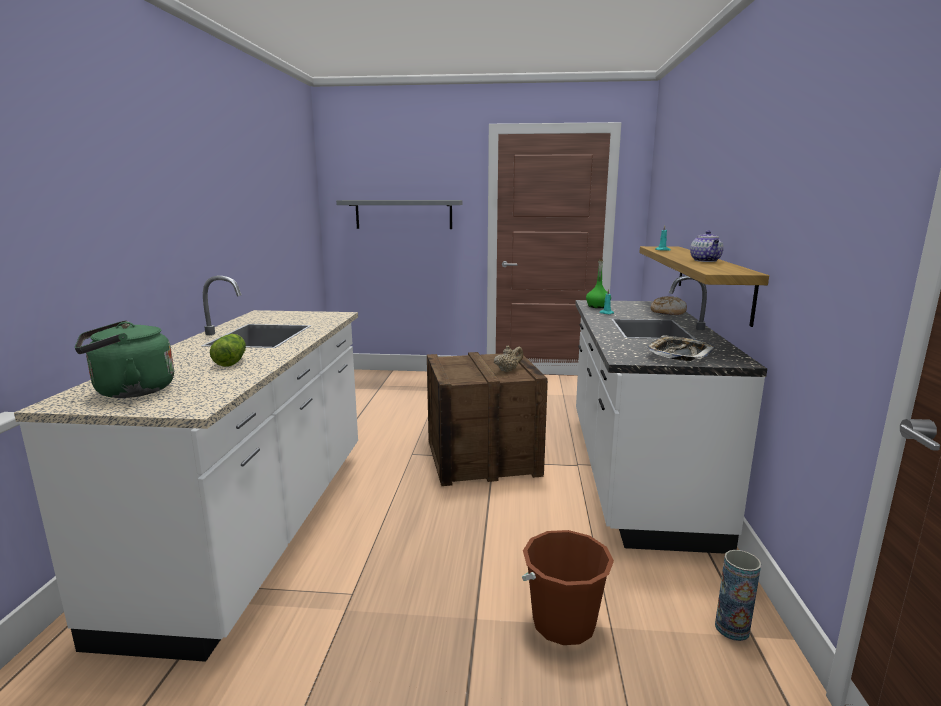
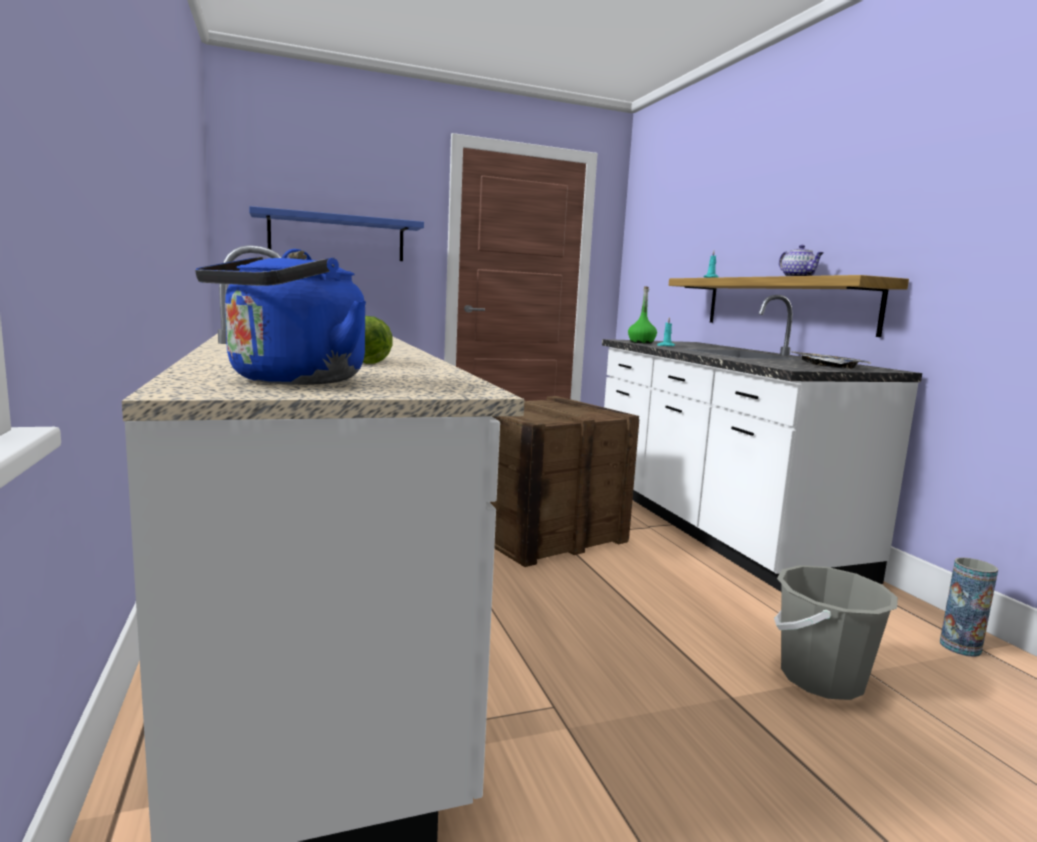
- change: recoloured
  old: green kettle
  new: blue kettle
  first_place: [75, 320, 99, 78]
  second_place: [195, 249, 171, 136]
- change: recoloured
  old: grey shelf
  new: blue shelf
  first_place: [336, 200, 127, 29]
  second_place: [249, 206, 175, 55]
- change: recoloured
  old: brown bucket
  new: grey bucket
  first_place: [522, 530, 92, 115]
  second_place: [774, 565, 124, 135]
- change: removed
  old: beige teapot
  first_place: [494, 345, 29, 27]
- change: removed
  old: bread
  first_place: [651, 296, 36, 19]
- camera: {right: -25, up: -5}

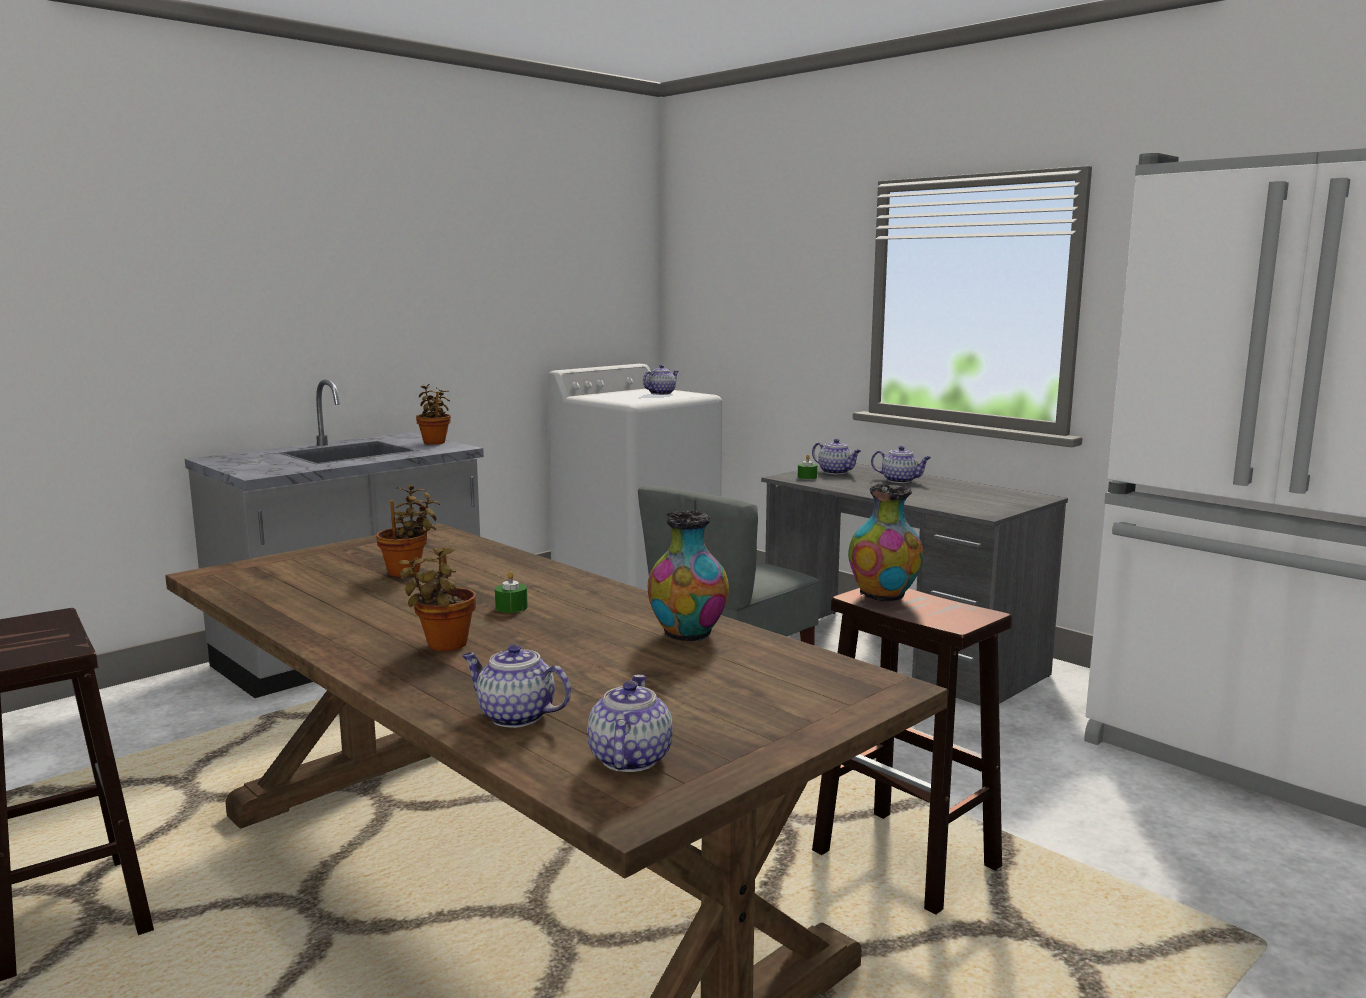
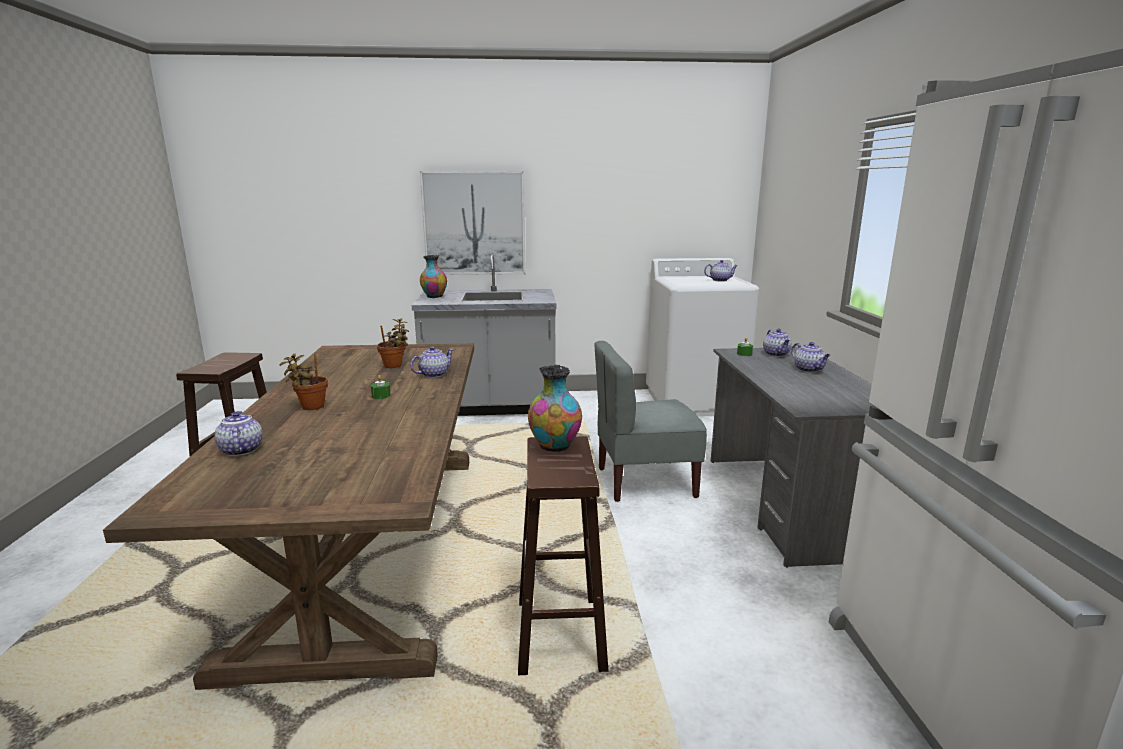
- change: moved
  old: teapot
  first_place: [587, 674, 85, 98]
  second_place: [410, 346, 44, 32]
- change: added
  new: picture
  second_place: [420, 171, 106, 104]
- change: moved
  old: vase
  first_place: [648, 510, 81, 131]
  second_place: [420, 255, 27, 43]
- change: removed
  old: potted plant
  first_place: [416, 384, 35, 61]
- camera: {right: 40, up: 5}

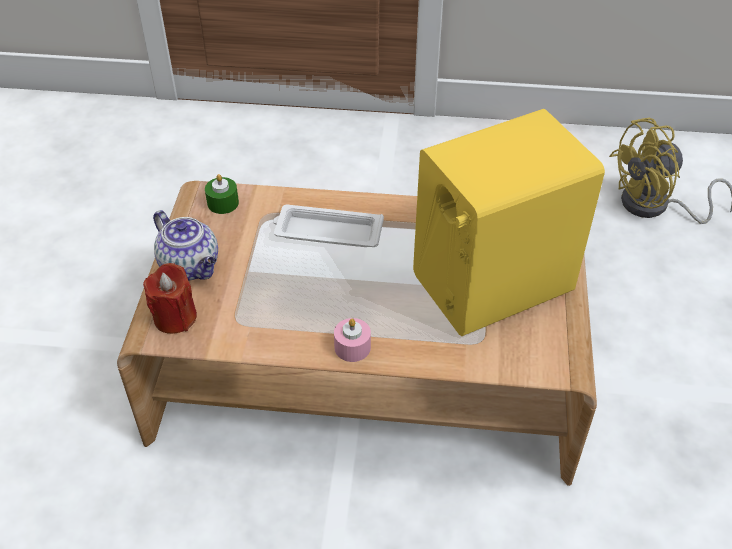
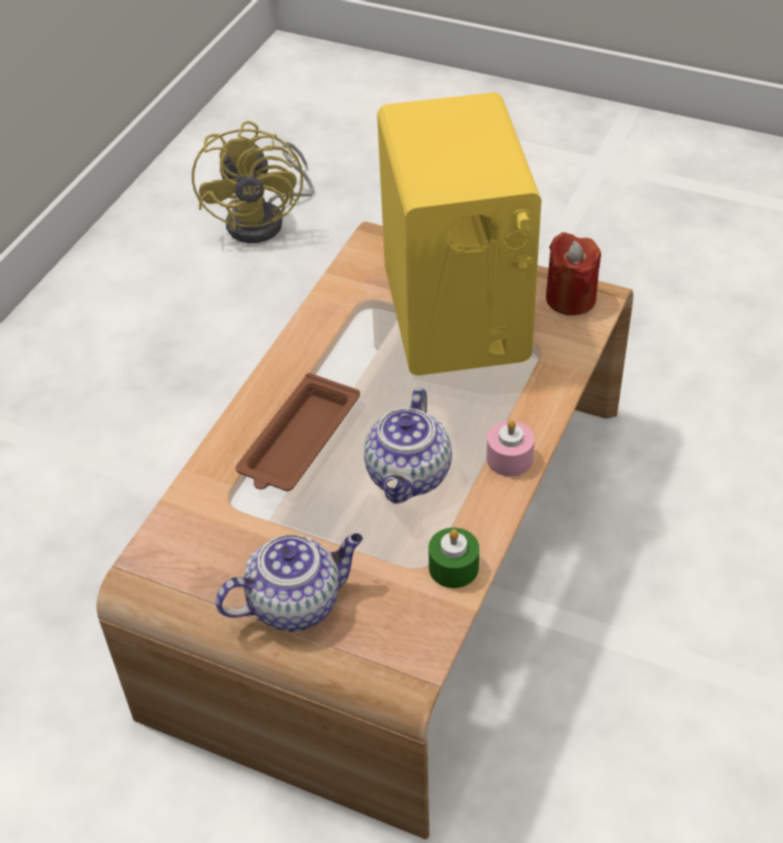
- change: recoloured
  old: white tray
  new: brown tray
  first_place: [273, 205, 111, 42]
  second_place: [236, 373, 124, 118]
- change: added
  new: teapot
  second_place: [364, 388, 88, 116]
- change: moved
  old: green candle
  first_place: [205, 174, 34, 40]
  second_place: [428, 528, 51, 60]
- change: moved
  old: red candle
  first_place: [143, 263, 54, 71]
  second_place: [546, 232, 55, 83]
- camera: {right: -70, up: 0}

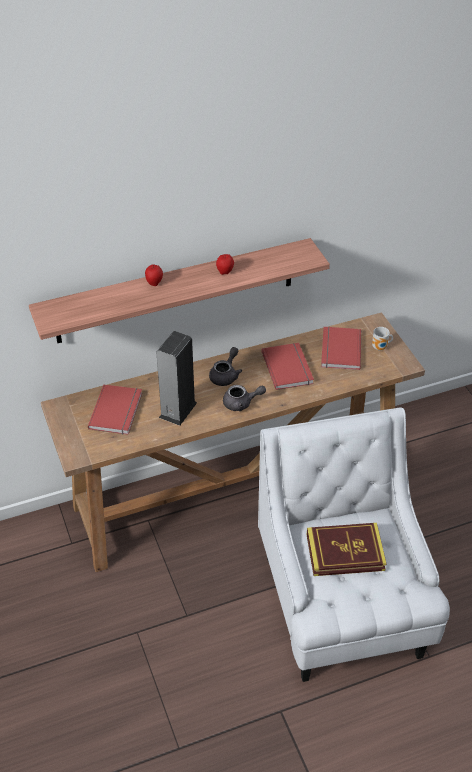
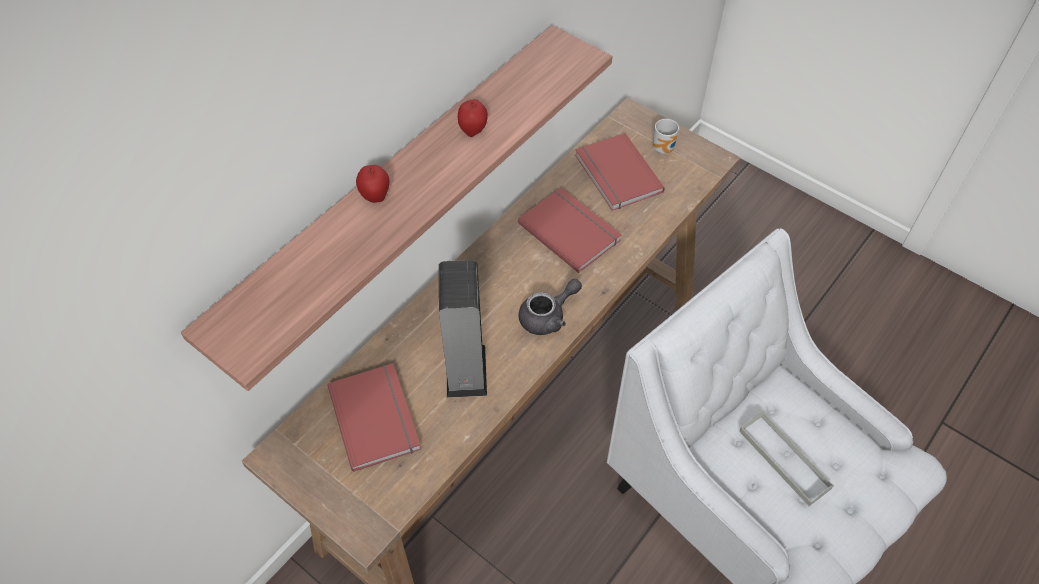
- change: replaced
  old: book
  new: grey tray
  first_place: [307, 523, 80, 53]
  second_place: [739, 412, 95, 94]
- change: removed
  old: grey teapot
  first_place: [209, 347, 33, 39]
- camera: {right: -30, up: 10}

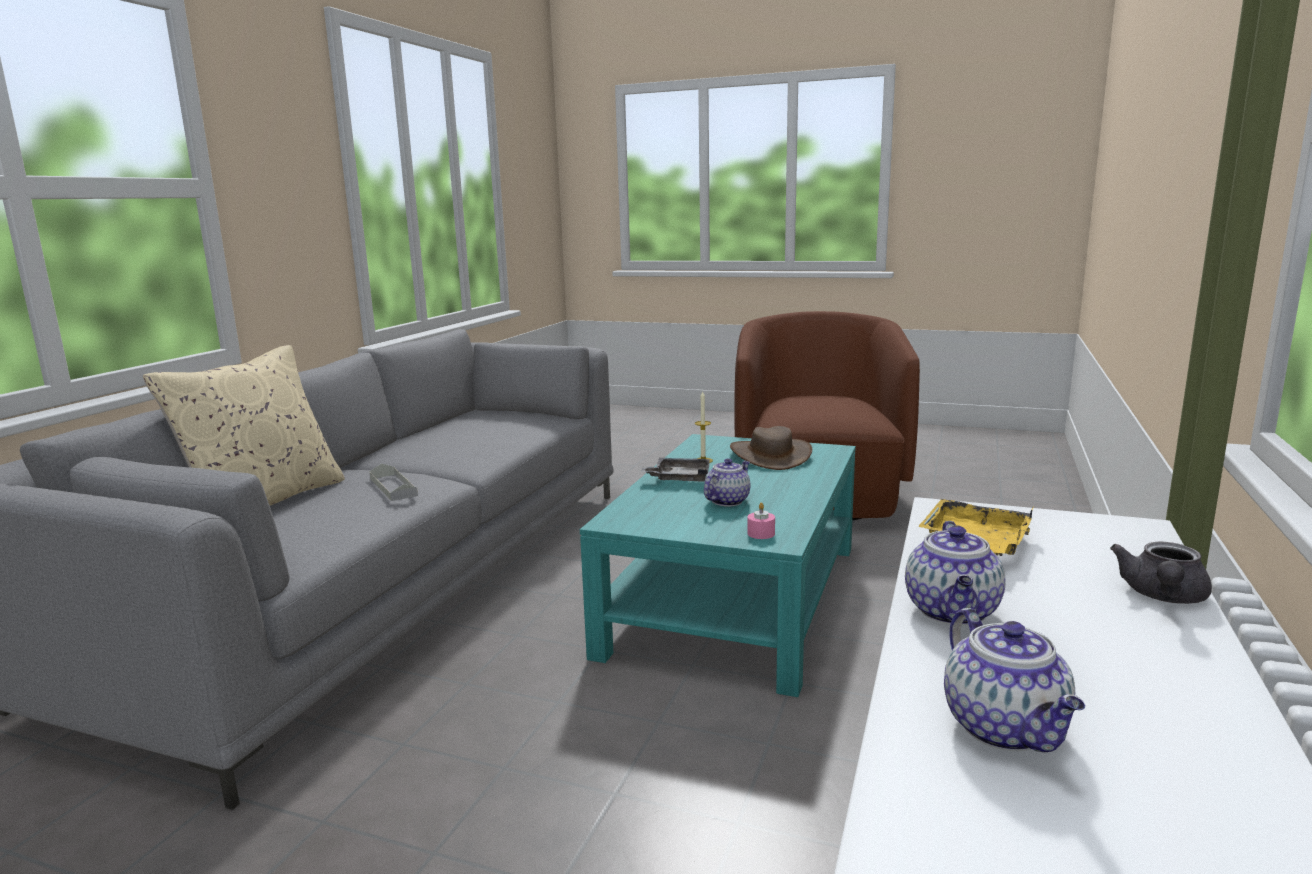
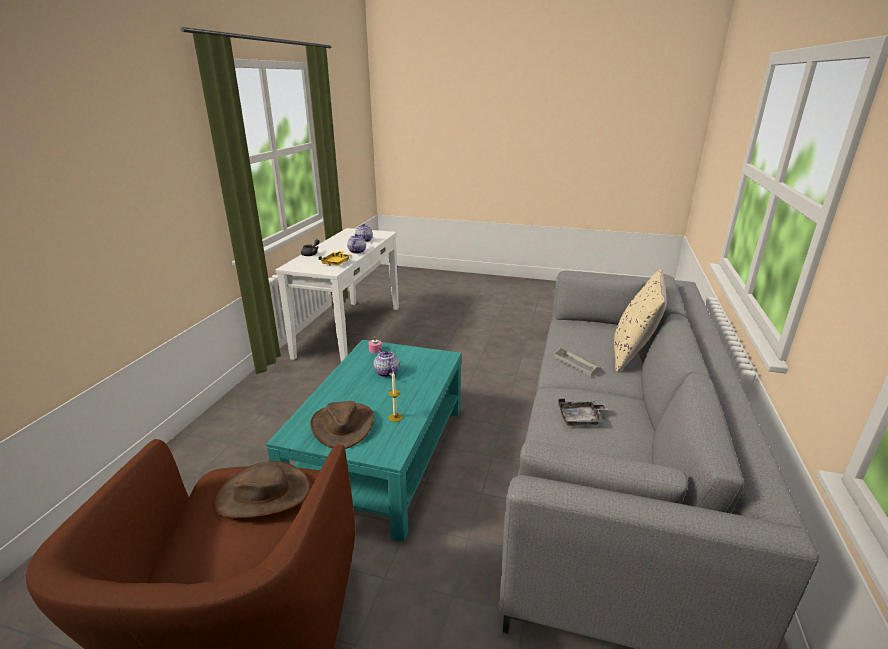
- change: added
  new: brown hat
  second_place: [213, 461, 97, 57]
- change: turned
  old: teapot
  first_place: [704, 459, 46, 48]
  second_place: [373, 348, 26, 29]
  degrees: 120
- change: moved
  old: grey tray
  first_place: [641, 457, 69, 25]
  second_place: [558, 398, 50, 27]
- camera: {right: 175, up: 10}

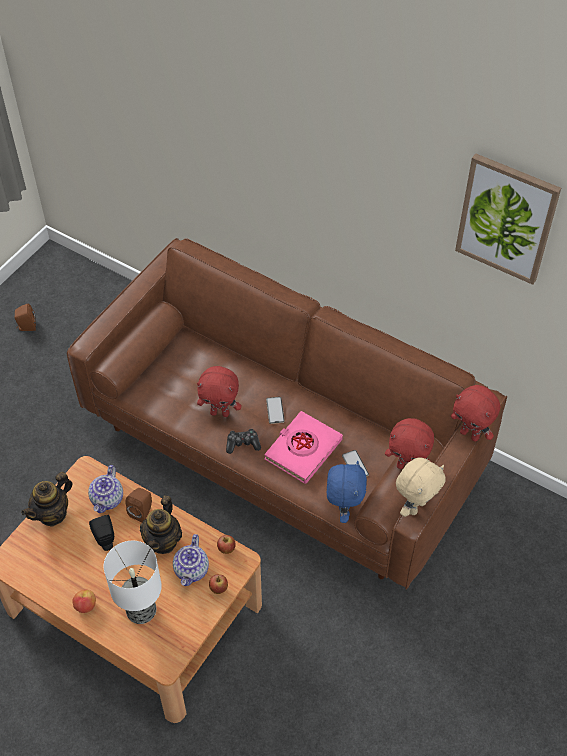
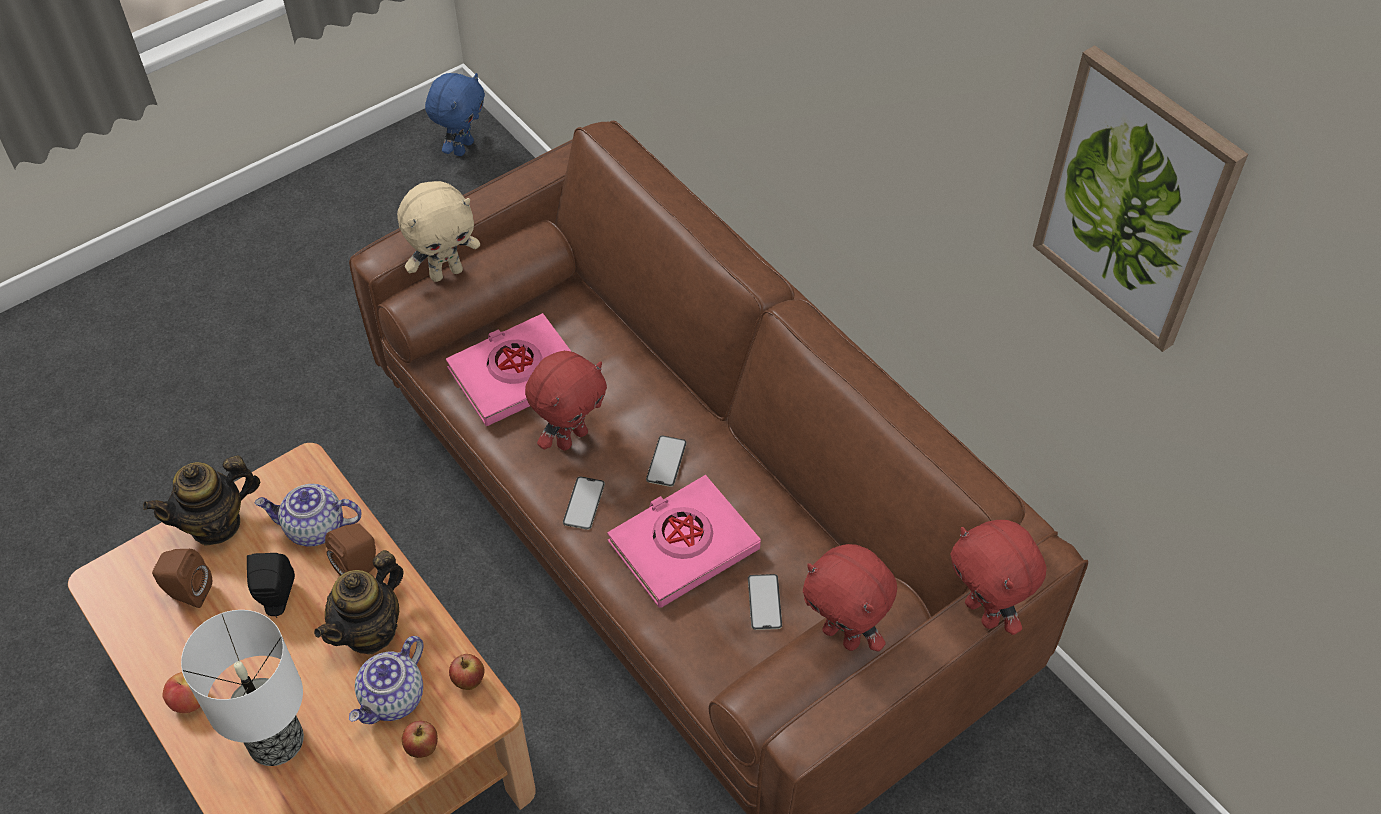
- change: moved
  old: brown speaker
  first_place: [15, 304, 21, 27]
  second_place: [152, 549, 60, 59]
- change: turned
  old: teapot
  first_place: [88, 465, 35, 48]
  second_place: [255, 484, 106, 63]
  degrees: 60
- change: moved
  old: beige plush toy
  first_place: [396, 457, 50, 60]
  second_place: [397, 181, 83, 101]
- change: moved
  old: blue plush toy
  first_place: [327, 461, 40, 62]
  second_place: [425, 73, 60, 83]
- change: added
  new: pink book
  second_place: [446, 313, 126, 113]
- change: turned
  old: red plush toy
  first_place: [197, 366, 45, 51]
  second_place: [525, 351, 82, 99]
  degrees: -75
- change: replaced
  old: game controller
  new: phone
  first_place: [226, 429, 35, 25]
  second_place: [563, 476, 42, 54]
- camera: {right: 20, up: 0}

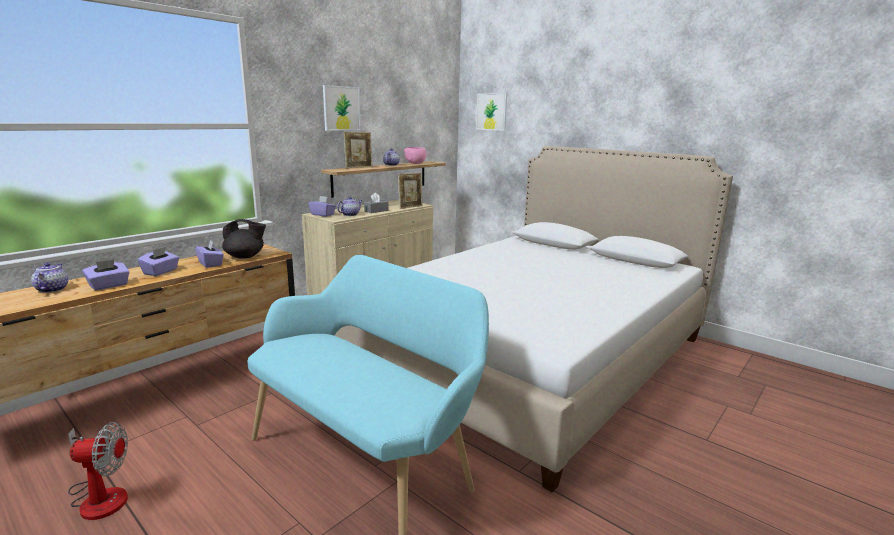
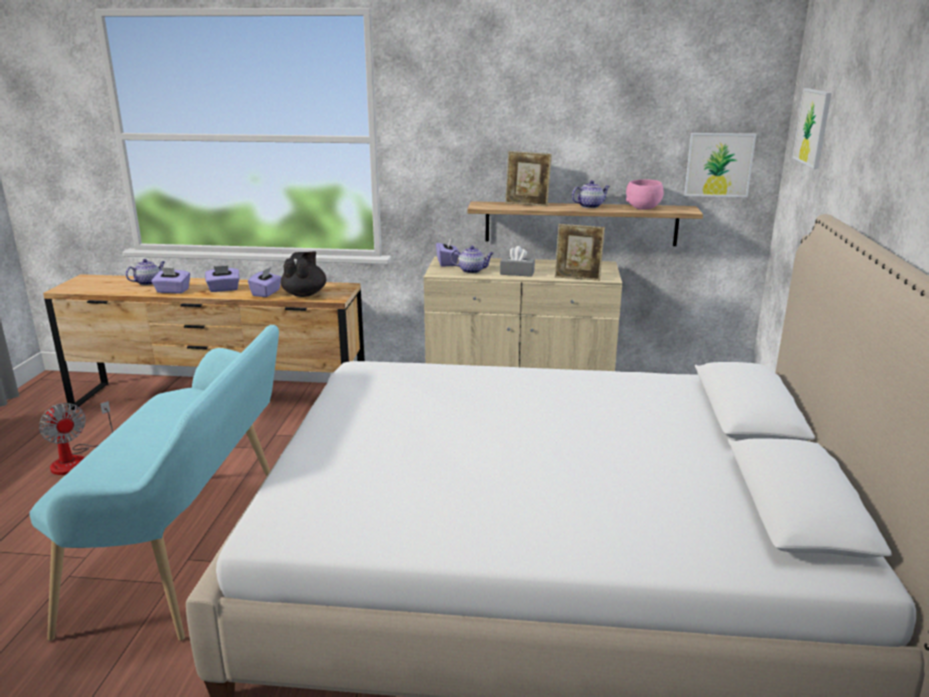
- change: turned
  old: black teapot
  first_place: [222, 219, 44, 39]
  second_place: [281, 251, 45, 46]
  degrees: -135
- change: moved
  old: picture
  first_place: [323, 85, 38, 46]
  second_place: [684, 133, 72, 64]
- camera: {right: 55, up: 5}

